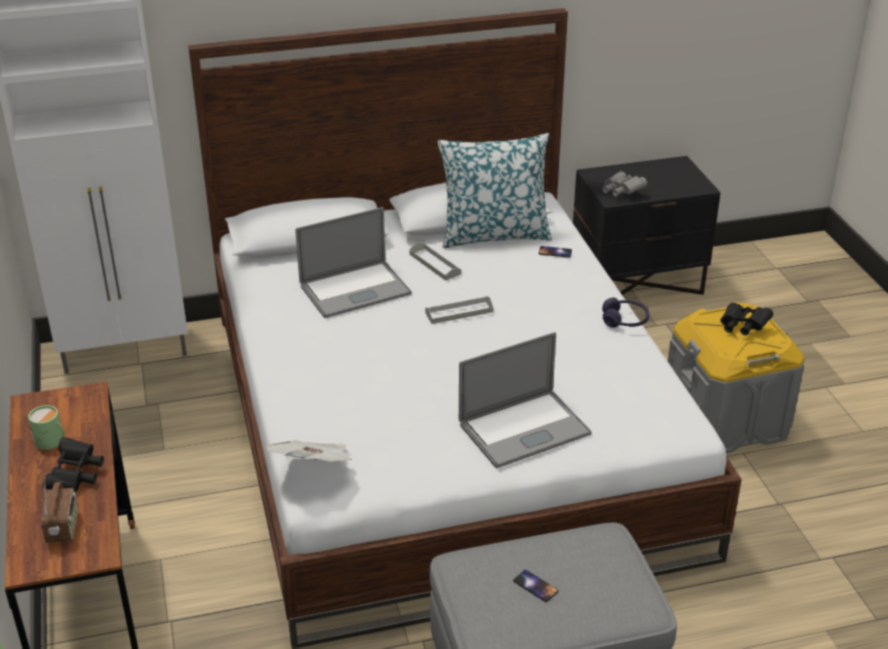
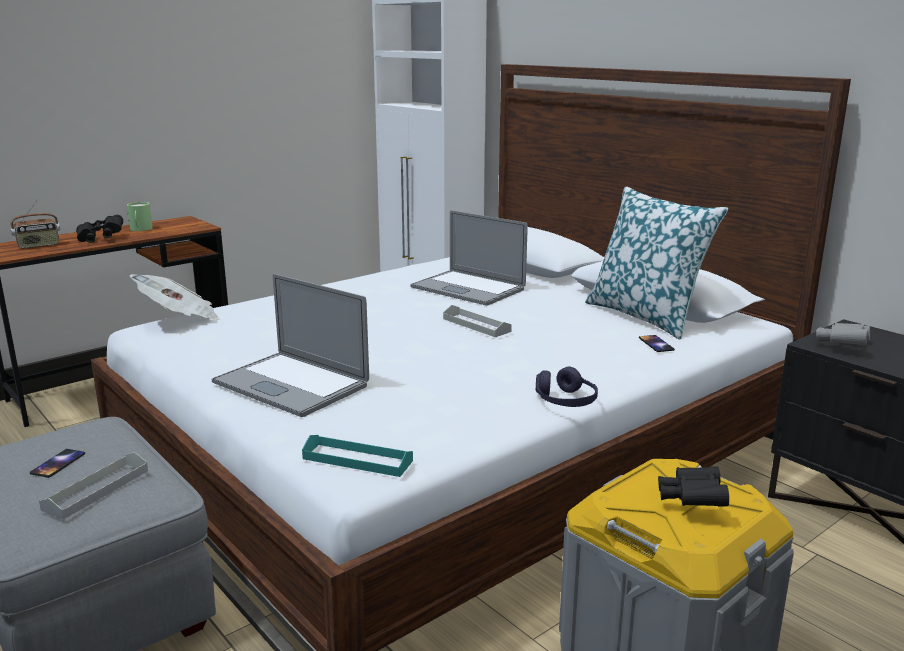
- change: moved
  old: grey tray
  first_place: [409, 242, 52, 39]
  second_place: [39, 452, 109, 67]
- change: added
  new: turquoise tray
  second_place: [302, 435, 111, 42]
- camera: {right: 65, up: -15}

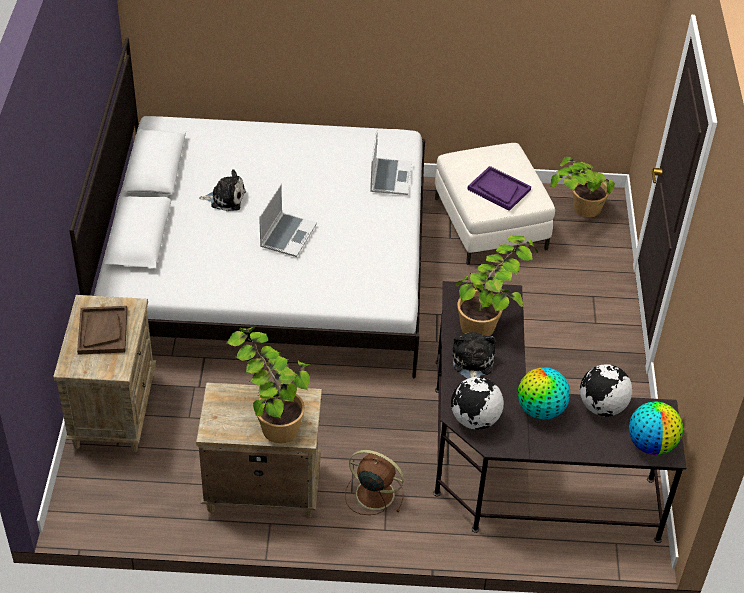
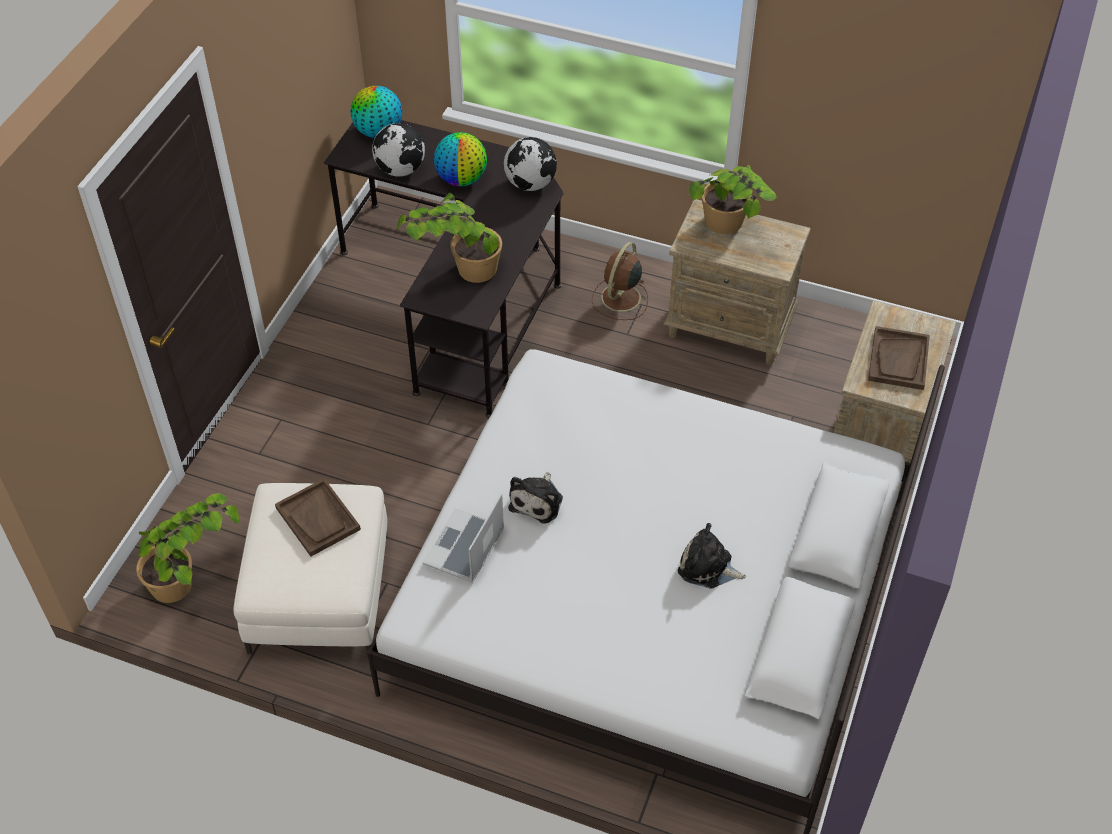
- change: recoloured
  old: purple tray
  new: brown tray
  first_place: [467, 166, 64, 45]
  second_place: [275, 478, 86, 79]
- change: moved
  old: plush toy
  first_place: [452, 332, 43, 47]
  second_place: [508, 472, 55, 51]
- change: turned
  old: brown fan
  first_place: [345, 450, 59, 65]
  second_place: [591, 242, 57, 78]
  degrees: 75
- change: removed
  old: laptop
  first_place: [259, 184, 58, 73]
- camera: {right: -160, up: 5}

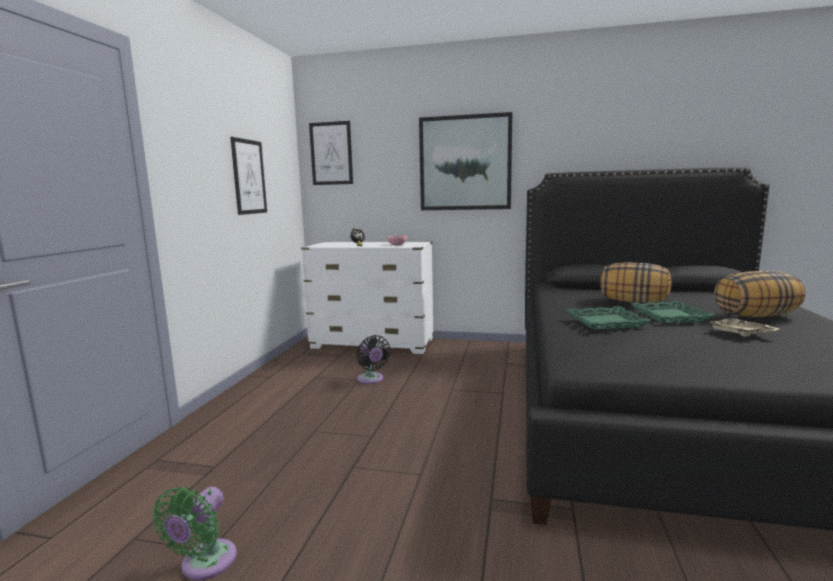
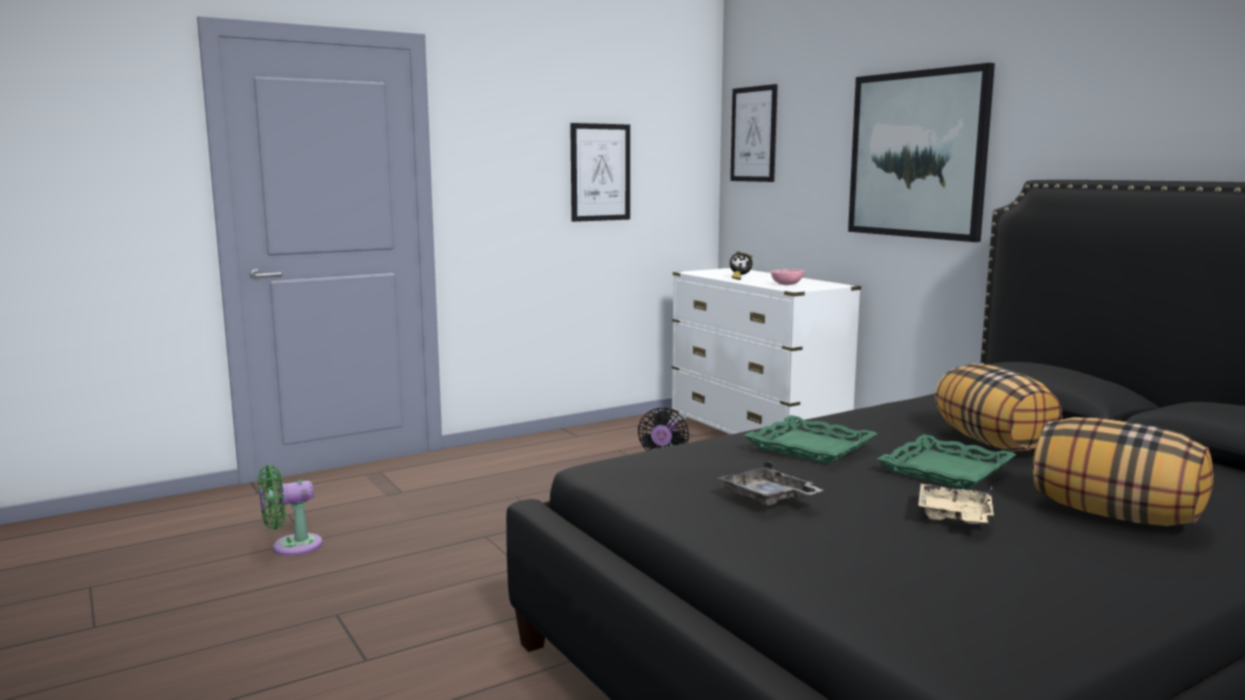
- change: added
  new: grey tray
  second_place: [719, 460, 104, 46]
- camera: {right: 45, up: 0}

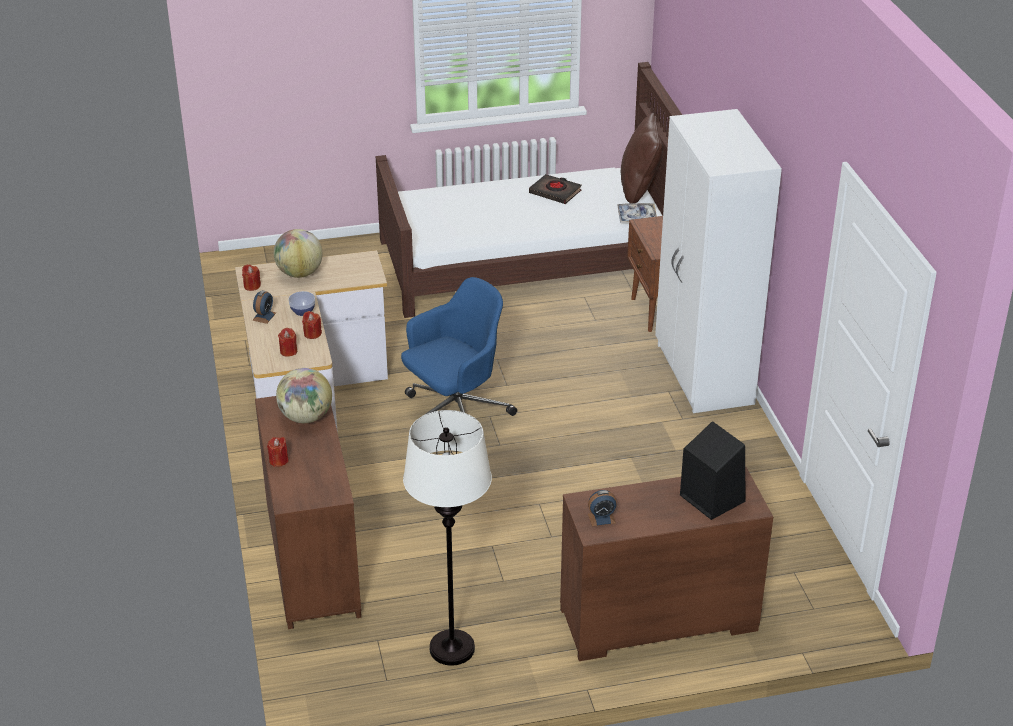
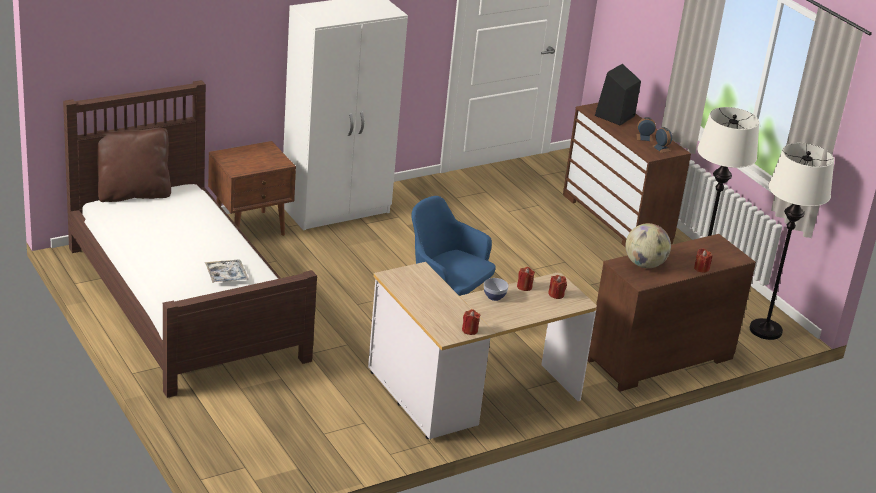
- change: moved
  old: tray
  first_place: [617, 203, 40, 20]
  second_place: [205, 260, 44, 23]
- change: moved
  old: alarm clock
  first_place: [252, 290, 24, 34]
  second_place: [636, 117, 20, 25]
- change: added
  new: white floor lamp
  second_place: [749, 143, 85, 197]
- change: removed
  old: globe
  first_place: [274, 229, 49, 49]
- change: removed
  old: black book
  first_place: [529, 174, 53, 30]
- camera: {right: -110, up: -5}

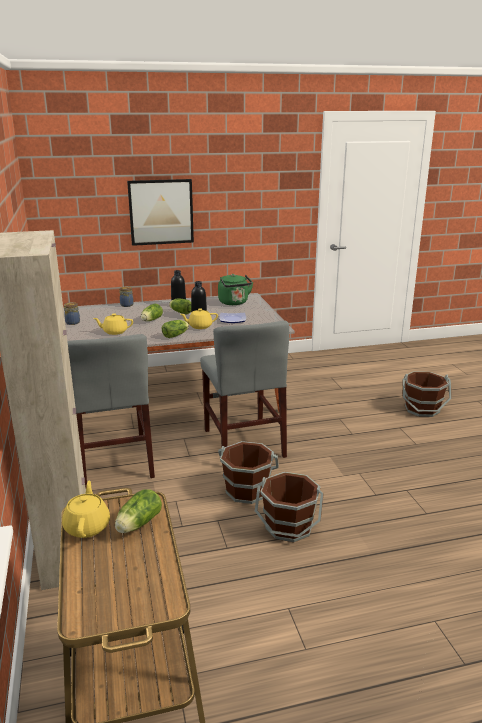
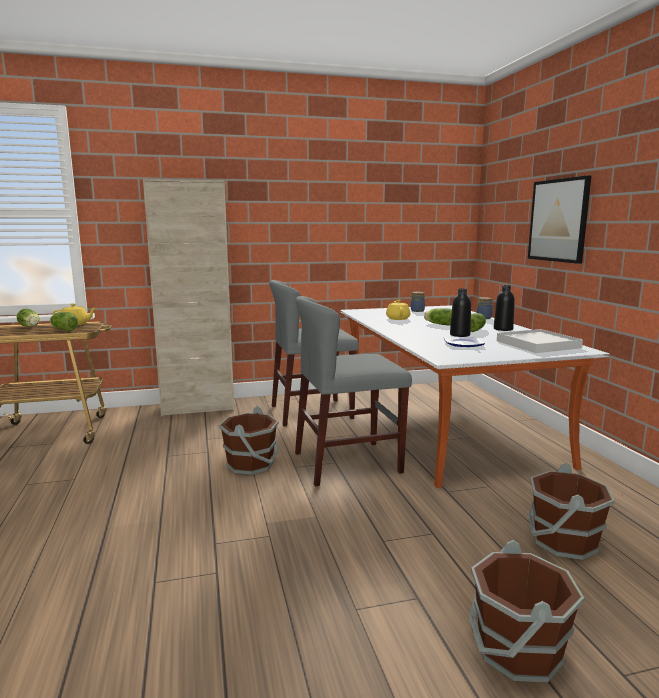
- change: moved
  old: lettuce
  first_place: [162, 320, 27, 18]
  second_place: [17, 309, 23, 18]
- change: replaced
  old: green kettle
  new: white tray
  first_place: [218, 274, 35, 31]
  second_place: [497, 329, 86, 24]
- change: moved
  old: brown bucket
  first_place: [255, 472, 68, 70]
  second_place: [528, 463, 86, 97]
- change: removed
  old: yellow teapot
  first_place: [180, 308, 38, 21]
- camera: {right: 90, up: -10}

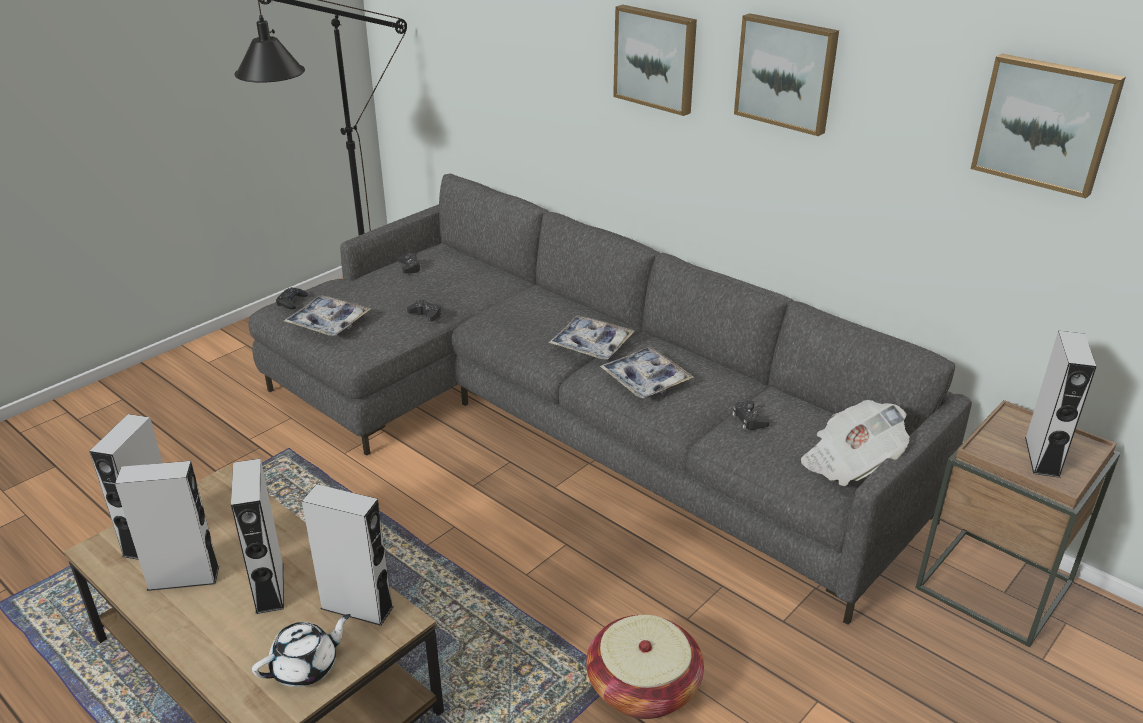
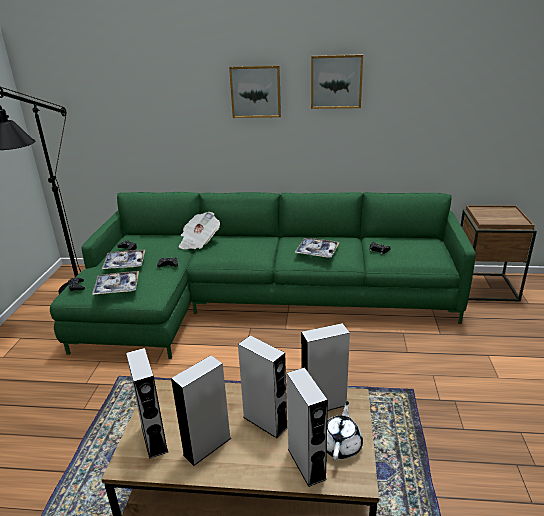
- change: recoloured
  old: grey sofa
  new: green sofa
  first_place: [248, 174, 724, 451]
  second_place: [50, 192, 426, 167]
- change: moved
  old: tray
  first_place: [548, 316, 87, 44]
  second_place: [101, 250, 44, 20]
- change: moved
  old: newspaper
  first_place: [801, 400, 108, 86]
  second_place: [179, 212, 41, 37]
- change: moved
  old: grey speaker
  first_place: [1025, 331, 72, 147]
  second_place: [286, 367, 42, 120]
- change: removed
  old: basket
  first_place: [586, 615, 118, 104]
- change: removed
  old: picture
  first_place: [971, 54, 155, 145]
- camera: {right: -35, up: -5}

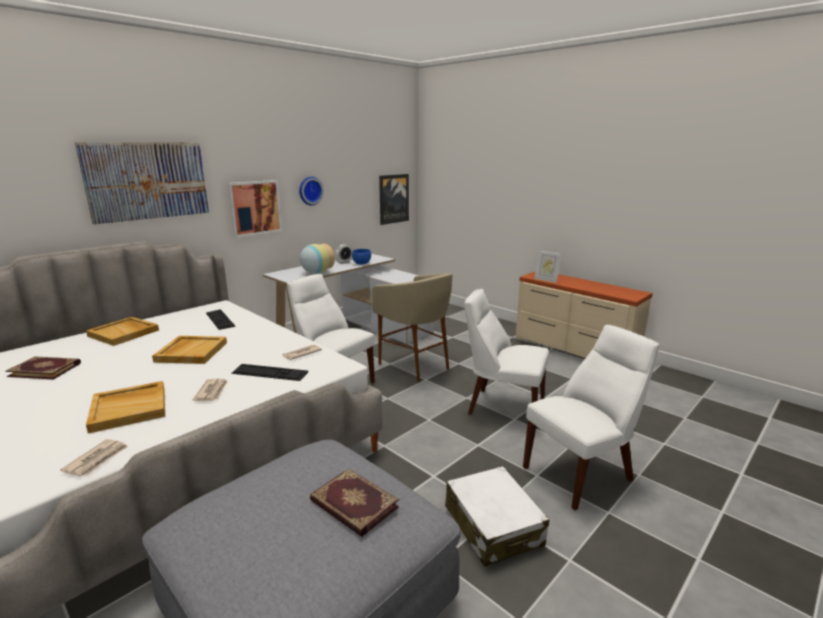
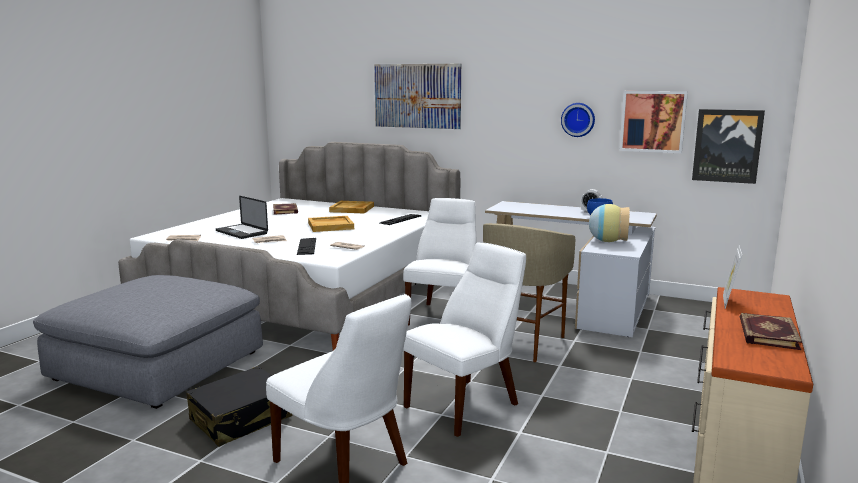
- change: recoloured
  old: white suitcase
  new: black suitcase
  first_place: [445, 466, 105, 101]
  second_place: [186, 366, 106, 81]
- change: replaced
  old: beige tray
  new: laptop
  first_place: [86, 381, 79, 52]
  second_place: [216, 196, 52, 43]
- change: turned
  old: white chair
  first_place: [464, 289, 85, 126]
  second_place: [403, 242, 123, 195]
  degrees: 45
- change: moved
  old: vase
  first_place: [300, 243, 35, 31]
  second_place: [589, 204, 41, 38]
- change: moved
  old: picture
  first_place: [227, 180, 55, 58]
  second_place: [620, 91, 68, 62]
- change: moved
  old: book
  first_place: [310, 468, 89, 69]
  second_place: [739, 313, 63, 37]
- camera: {right: 70, up: -5}

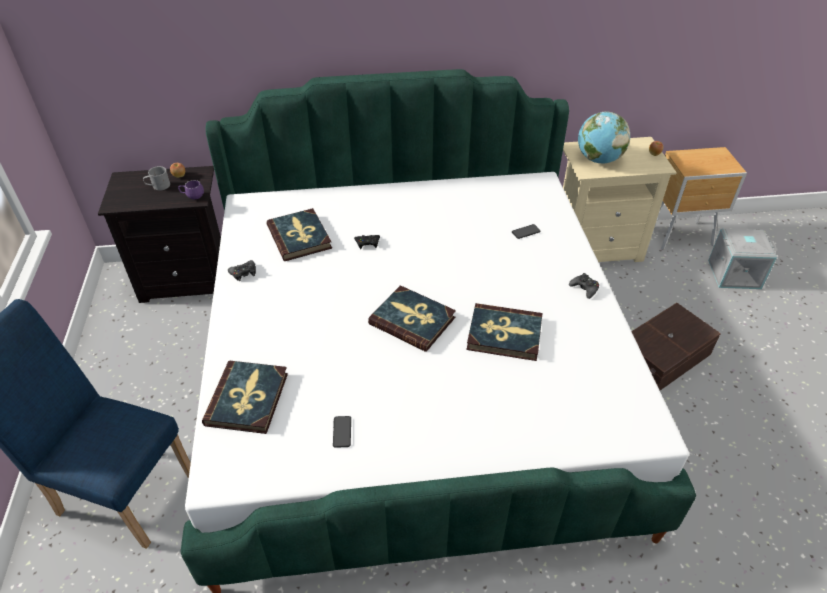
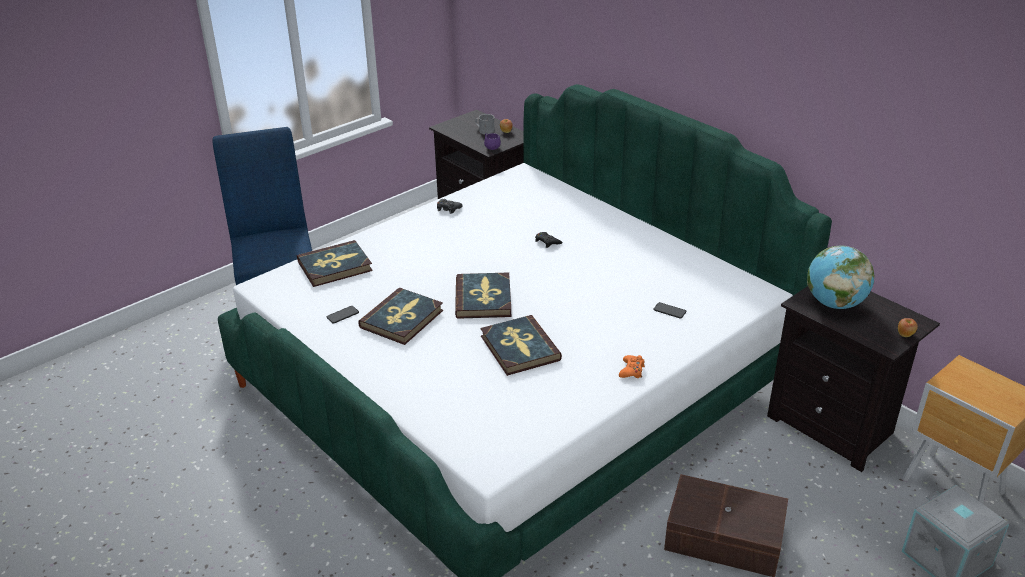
- change: moved
  old: book
  first_place: [267, 208, 65, 53]
  second_place: [358, 288, 85, 57]
- change: recoloured
  old: black game controller
  new: orange game controller
  first_place: [569, 273, 30, 26]
  second_place: [619, 355, 26, 23]
- change: recoloured
  old: beige nightstand
  new: black nightstand
  first_place: [563, 137, 114, 125]
  second_place: [767, 286, 173, 186]
- camera: {right: 55, up: -10}

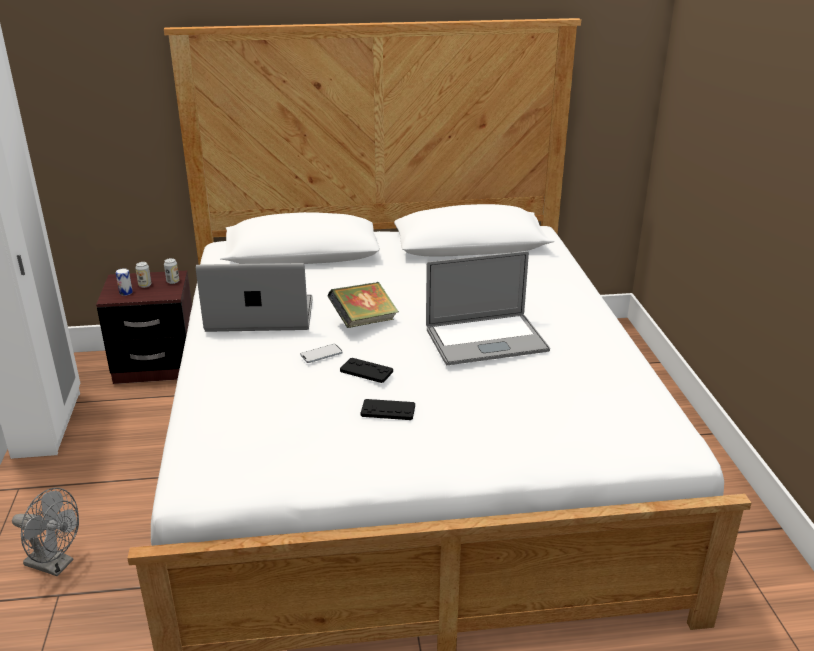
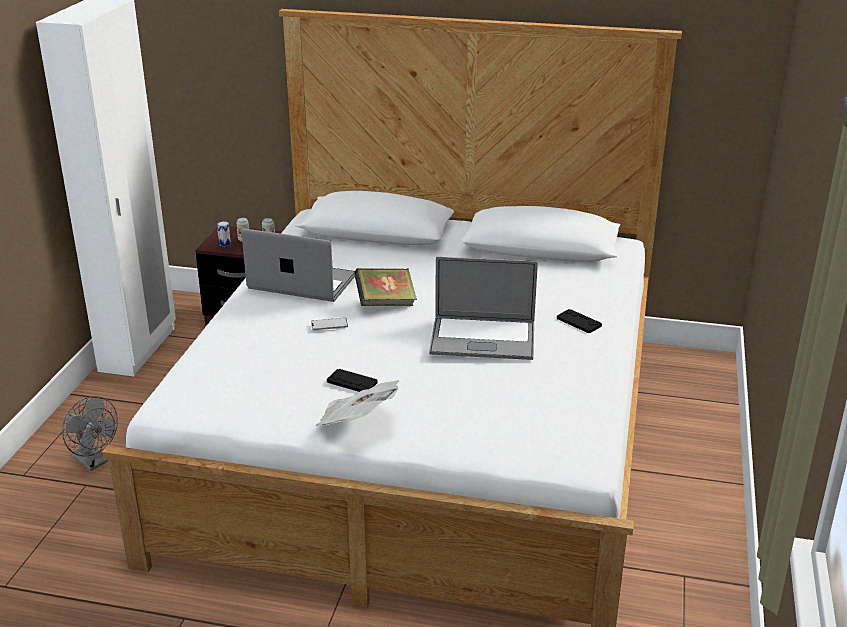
- change: added
  new: newspaper
  second_place: [316, 380, 84, 46]
- change: moved
  old: black game controller
  first_place: [340, 358, 53, 25]
  second_place: [557, 309, 45, 24]
- camera: {right: 20, up: 0}

